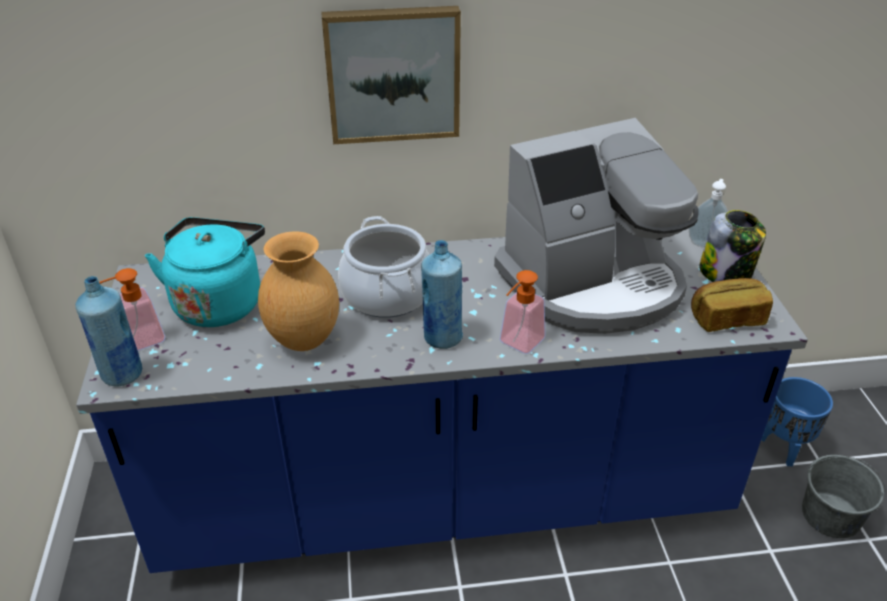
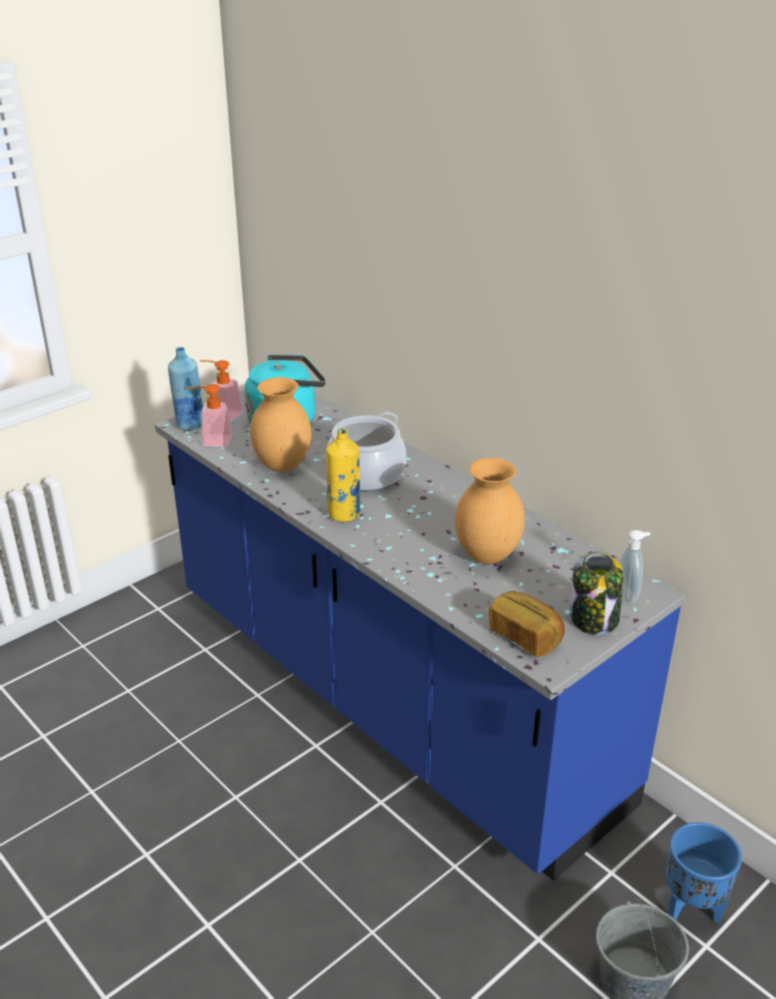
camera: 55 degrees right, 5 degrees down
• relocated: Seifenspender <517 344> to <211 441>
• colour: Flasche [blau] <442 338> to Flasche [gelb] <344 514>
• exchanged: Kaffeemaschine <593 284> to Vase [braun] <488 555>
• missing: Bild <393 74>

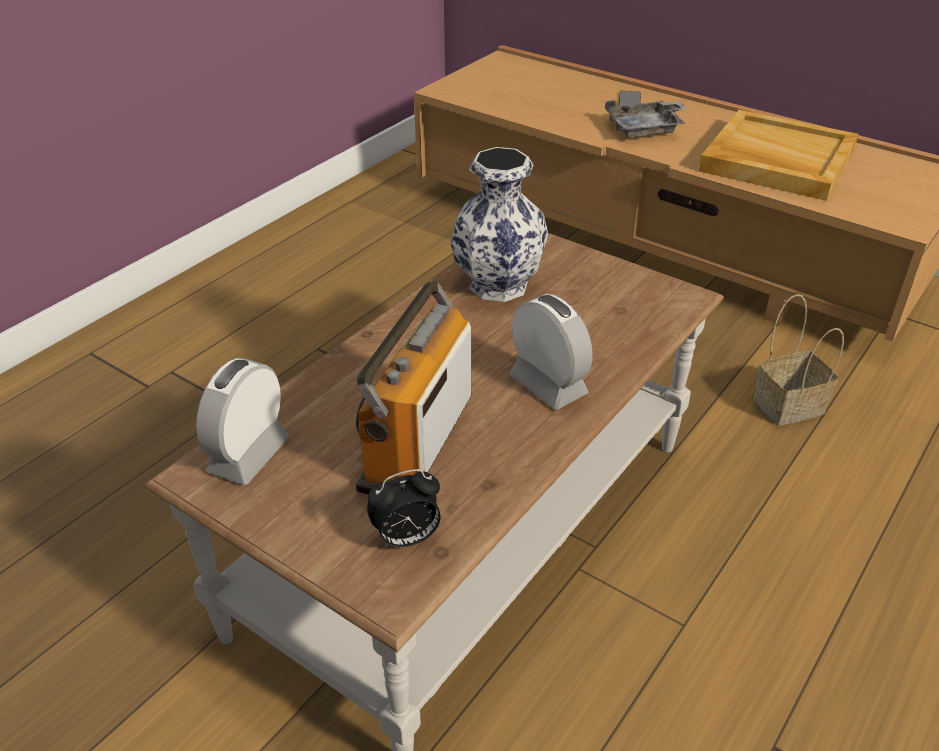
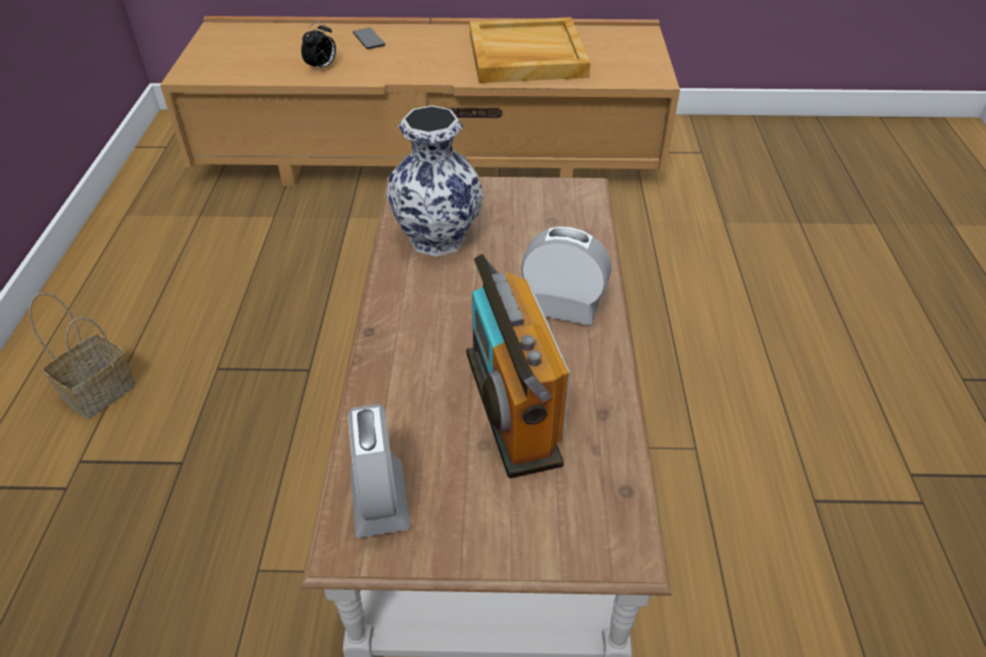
camera: 35 degrees left, 5 degrees up
• relocated: Korb <790 404> to <100 390>
• relocated: Wecker <406 539> to <322 67>
• missing: Tablett [grau] <645 129>

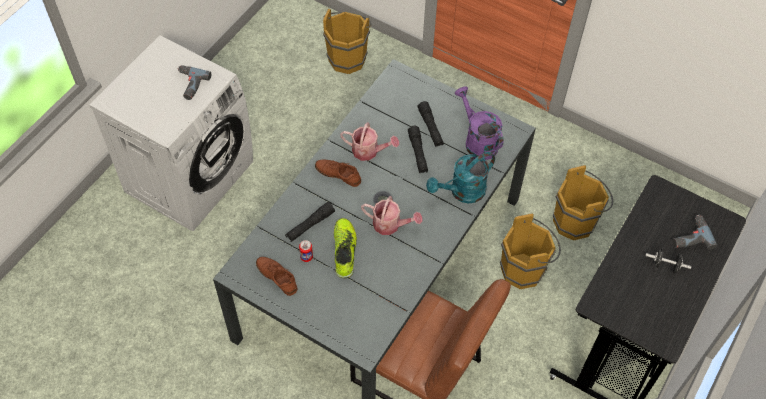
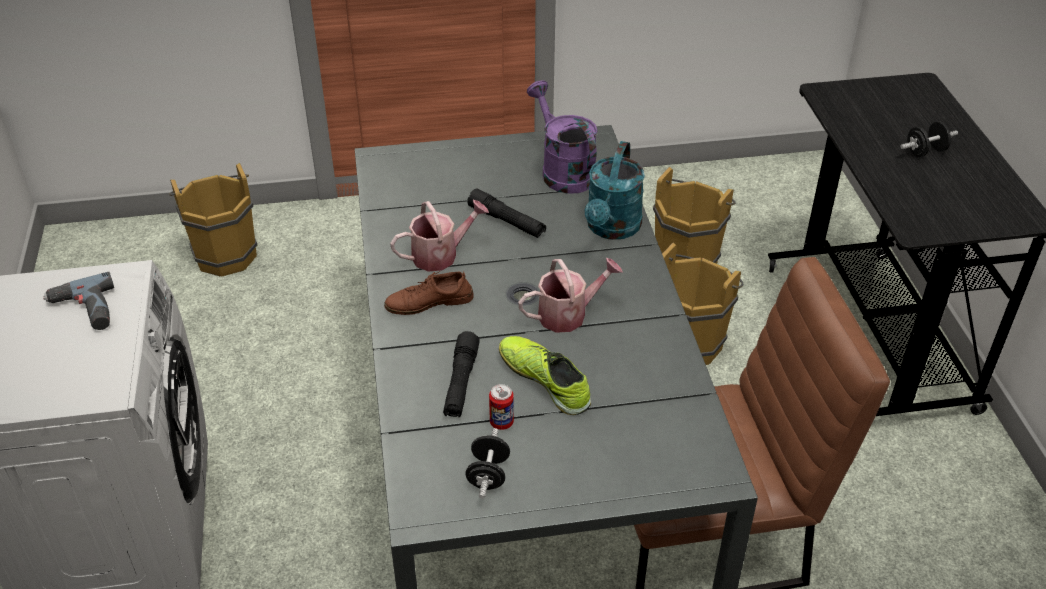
camera: 40 degrees left, 15 degrees down
• exchanged: Schuh [braun] <277 276> to Hantel [schwarz] <488 475>
• spun: Gießkanne [lila] <477 141> = <562 171> 45 degrees clockwise
• missing: Taschenlampe [schwarz] <430 128>
• missing: Bohrmaschine <689 236>

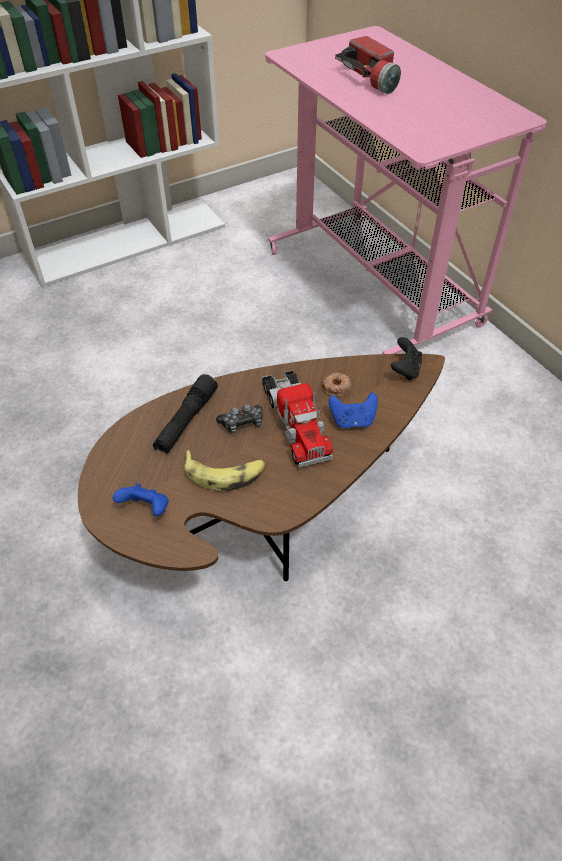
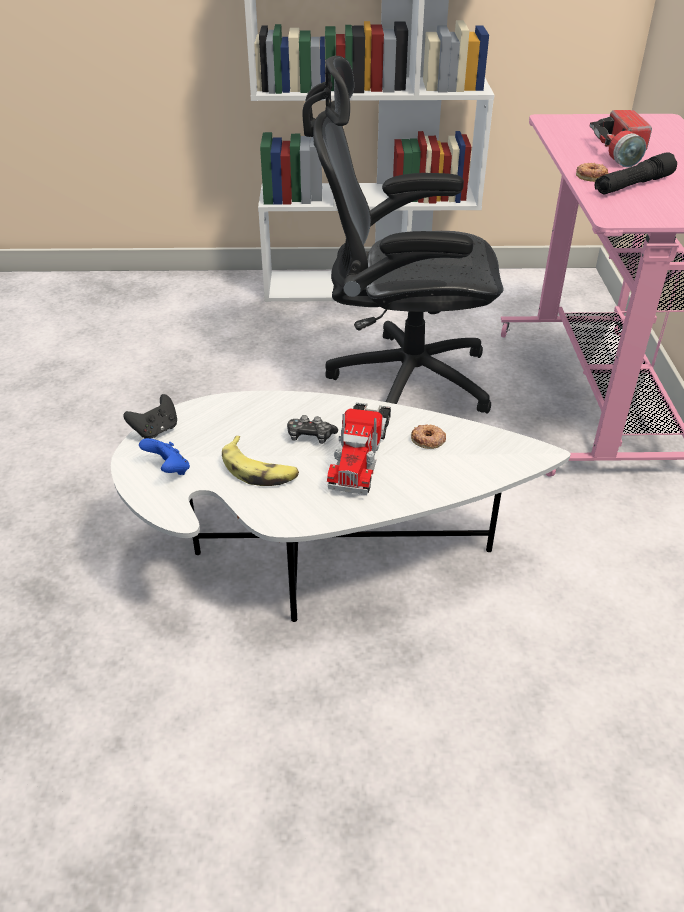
camera: 30 degrees right, 10 degrees down
• colour: Couchtisch [braun] <261 509> to Couchtisch [weiß] <318 550>
• relocated: Gamepad [schwarz] <405 370> to <156 431>
• appeared: Bürostuhl <401 381>
• appeared: Donut <591 176>
• relocated: Taschenlampe [schwarz] <186 421> to <633 185>
• missing: Gamepad [blau] <352 420>

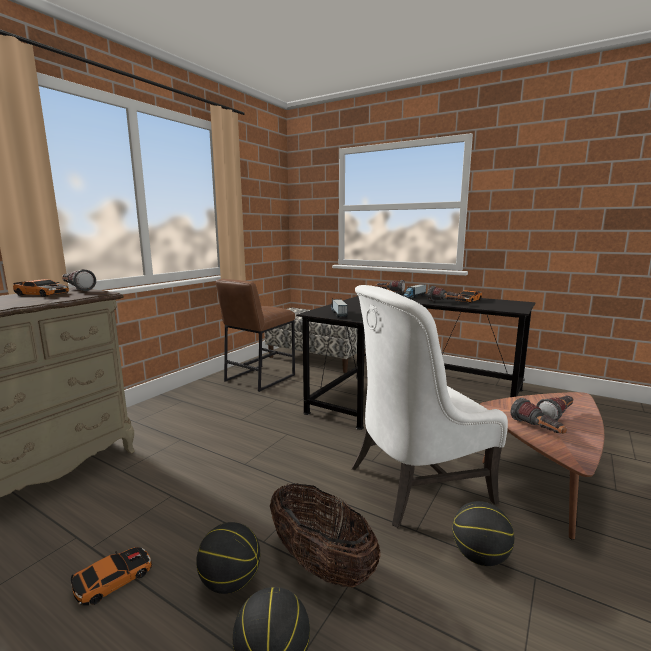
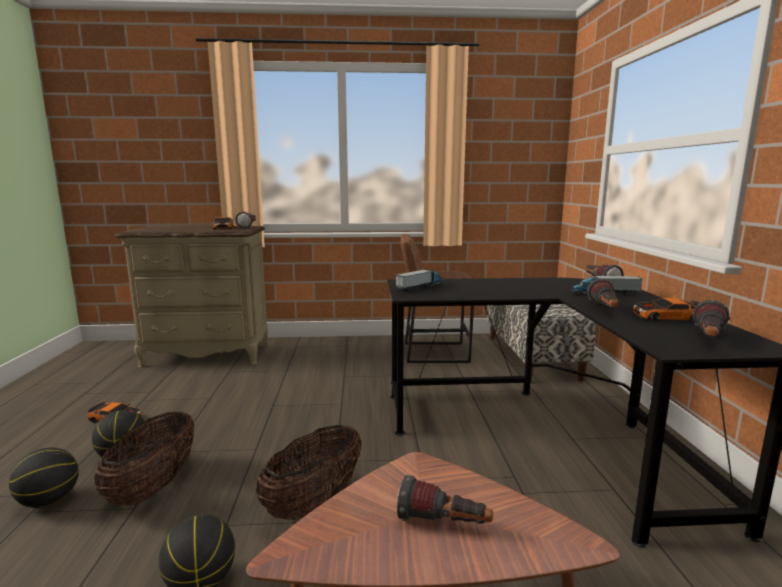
camera: 55 degrees right, 0 degrees up
• exchanged: Stuhl [weiß] <416 483> to Korb <314 502>
• relocated: Taschenlampe <538 430> to <708 338>

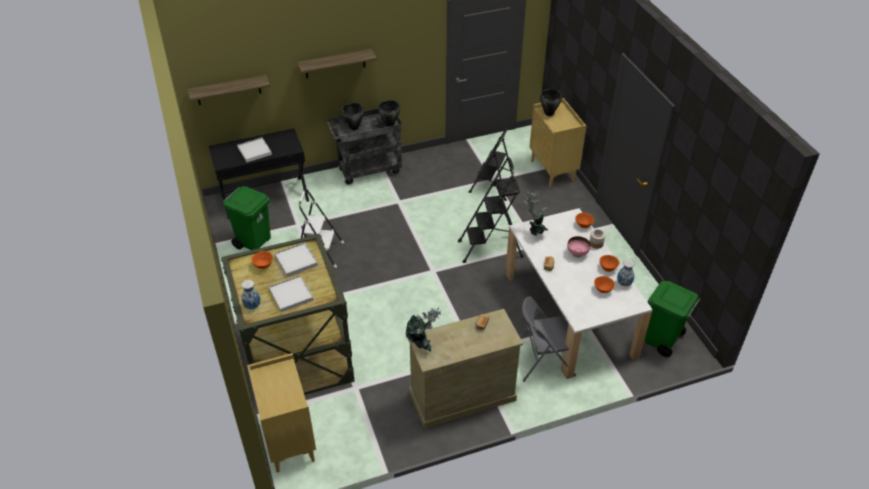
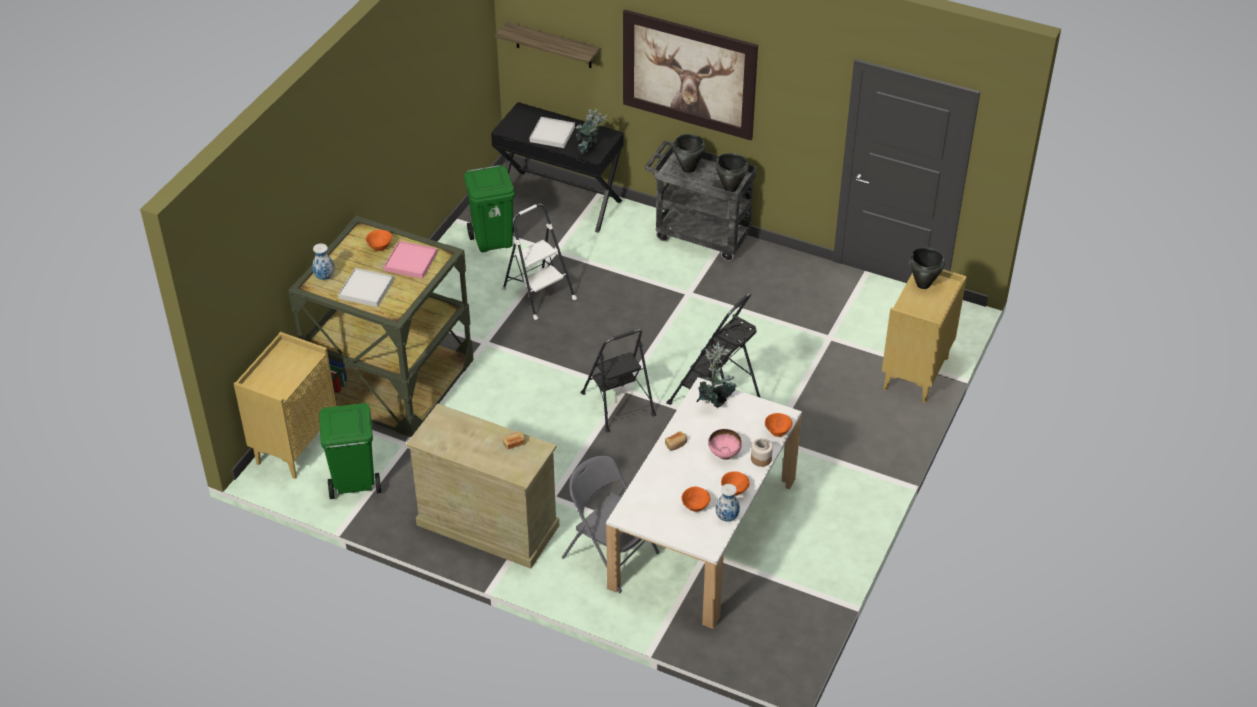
camera: 45 degrees right, 0 degrees up
• relocated: Mülleimer [grün] <662 340> to <354 483>
• colour: Tablett [weiß] <296 261> to Tablett [rosa] <411 262>
• relocated: Topfpflanze <422 343> to <589 150>
• relocated: Trittleiter [schwarz] <493 186> to <619 405>
• exchanged: Wandregal <335 63> to Bild <689 74>

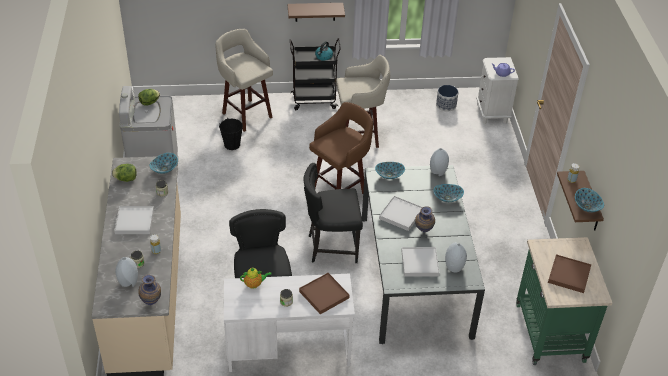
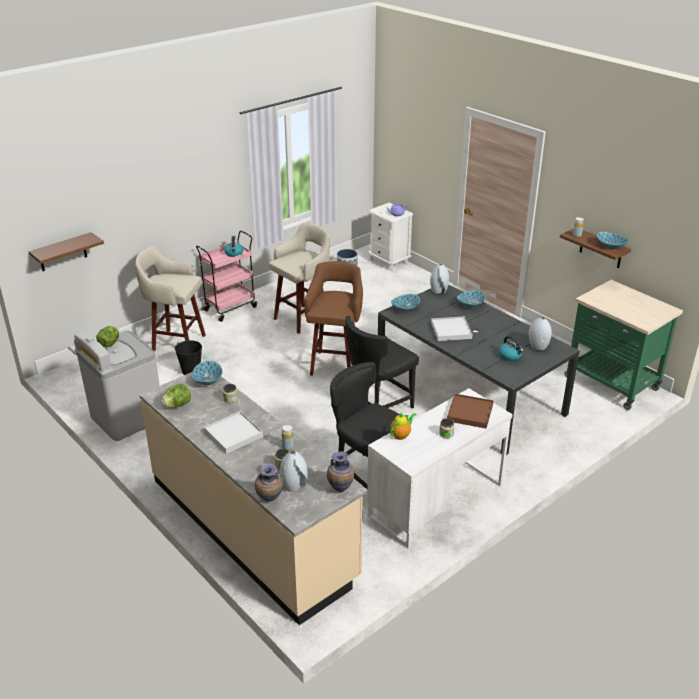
camera: 35 degrees left, 10 degrees down
• relocated: Wandregal [braun] <315 12> to <62 252>
• colour: Rollwagen [schwarz] <314 101> to Rollwagen [rosa] <230 308>
• relocated: Vase <423 231> to <269 501>
• exchanged: Tablett [weiß] <420 263> to Wasserkessel <510 356>
• missing: Tablett [braun] <569 275>

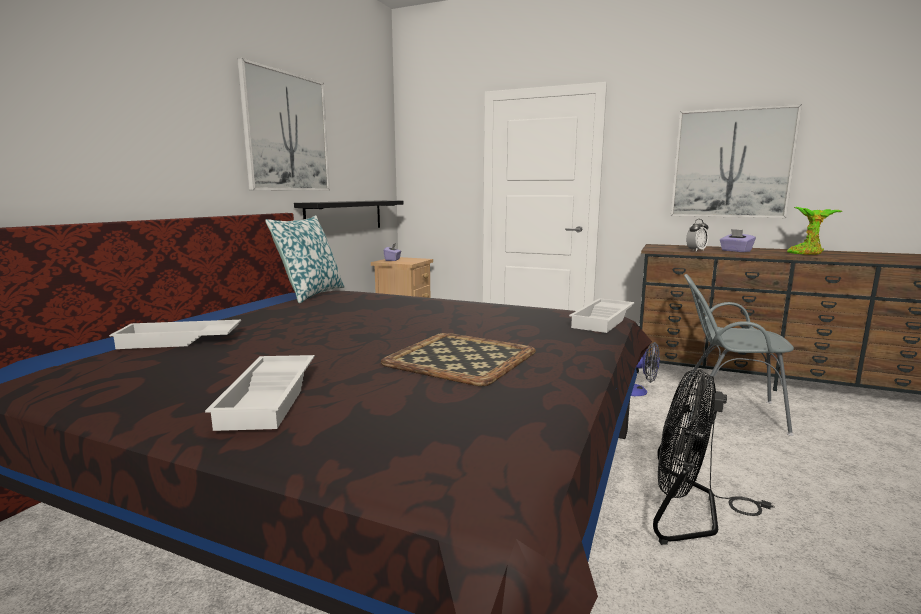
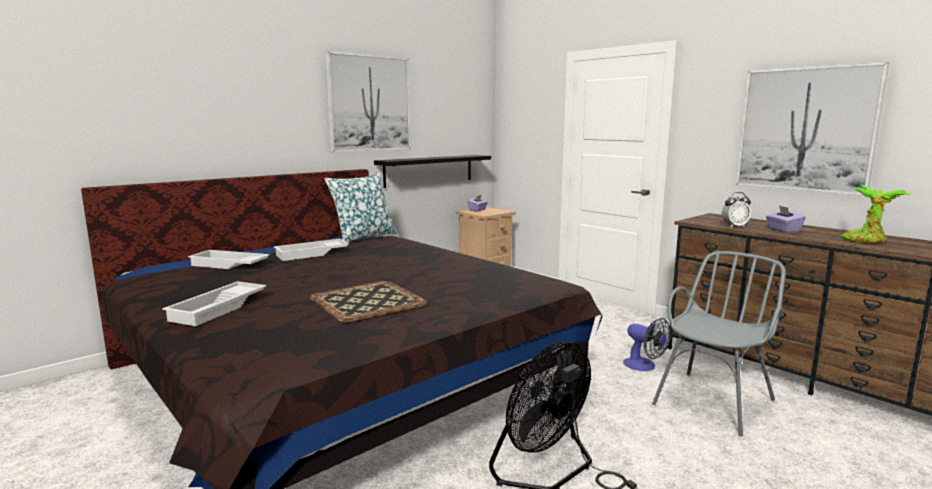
camera: 25 degrees right, 0 degrees up
• relocated: Tablett [weiß] <604 321> to <311 254>
• spun: Stuhl [grau] <724 411> = <714 401> 90 degrees clockwise

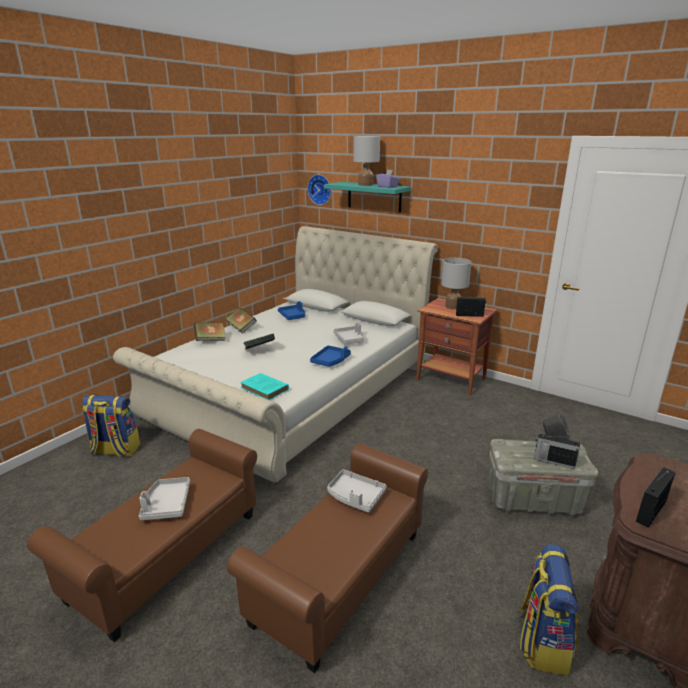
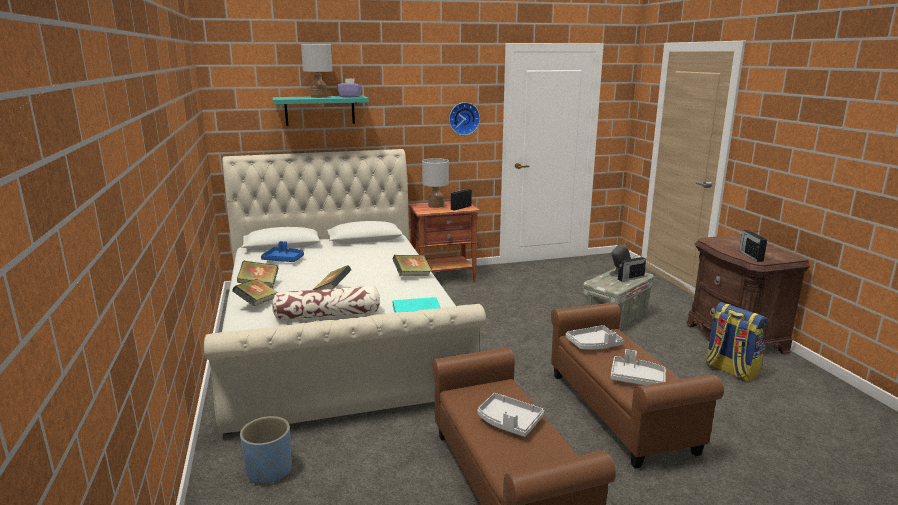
camera: 50 degrees left, 5 degrees down
• exchanged: Rucksack <115 450> to Pflanzkübel [blau] <269 471>
• appeared: Kissen <327 315>
• exchanged: Tablett [blau] <331 361> to Buch <412 275>
• relocated: Wanduhr <320 189> to <463 118>
• relocated: Tablett [grau] <350 339> to <637 378>

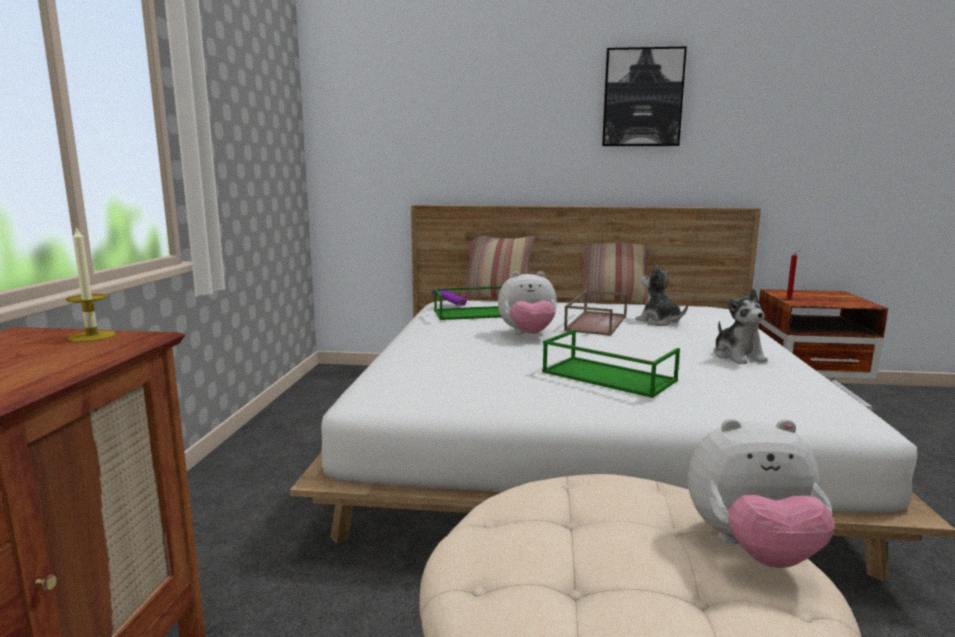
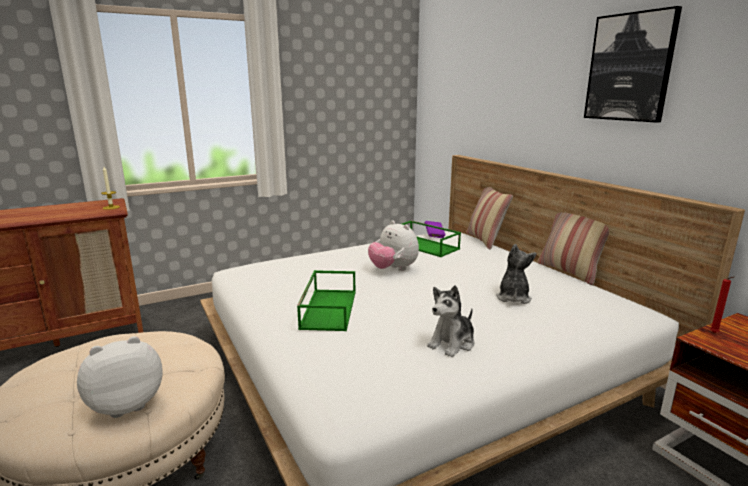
camera: 55 degrees right, 5 degrees up
• spun: Plüschtier <752 550> = <126 404> 90 degrees clockwise
• missing: Tablett [braun] <595 323>

